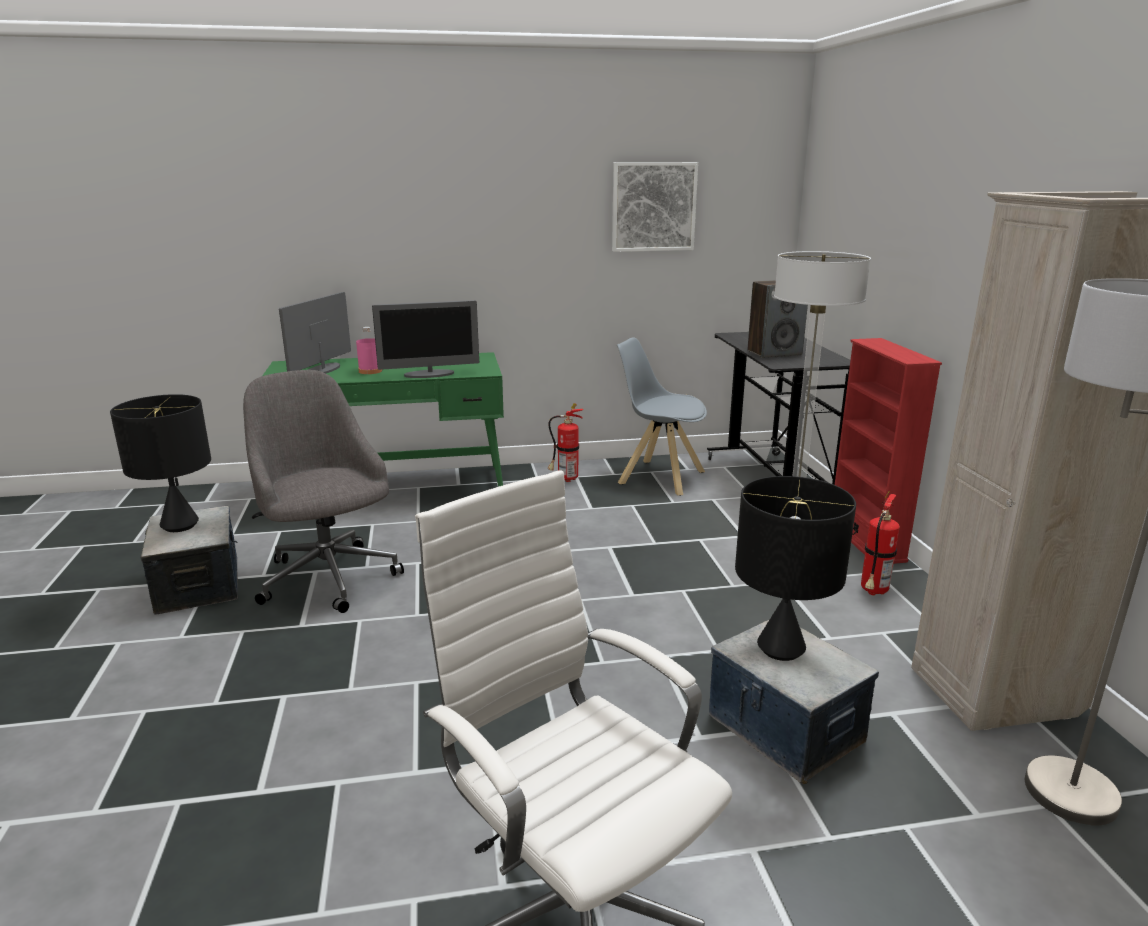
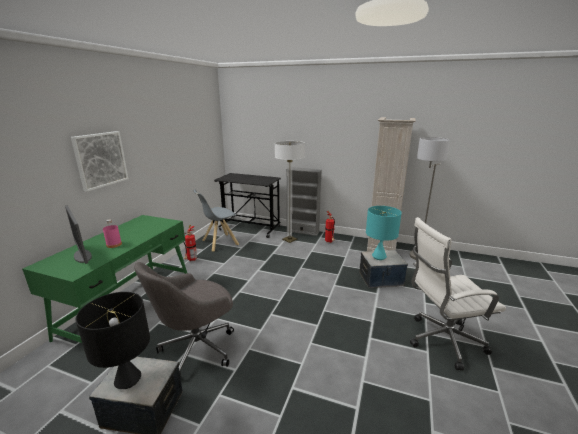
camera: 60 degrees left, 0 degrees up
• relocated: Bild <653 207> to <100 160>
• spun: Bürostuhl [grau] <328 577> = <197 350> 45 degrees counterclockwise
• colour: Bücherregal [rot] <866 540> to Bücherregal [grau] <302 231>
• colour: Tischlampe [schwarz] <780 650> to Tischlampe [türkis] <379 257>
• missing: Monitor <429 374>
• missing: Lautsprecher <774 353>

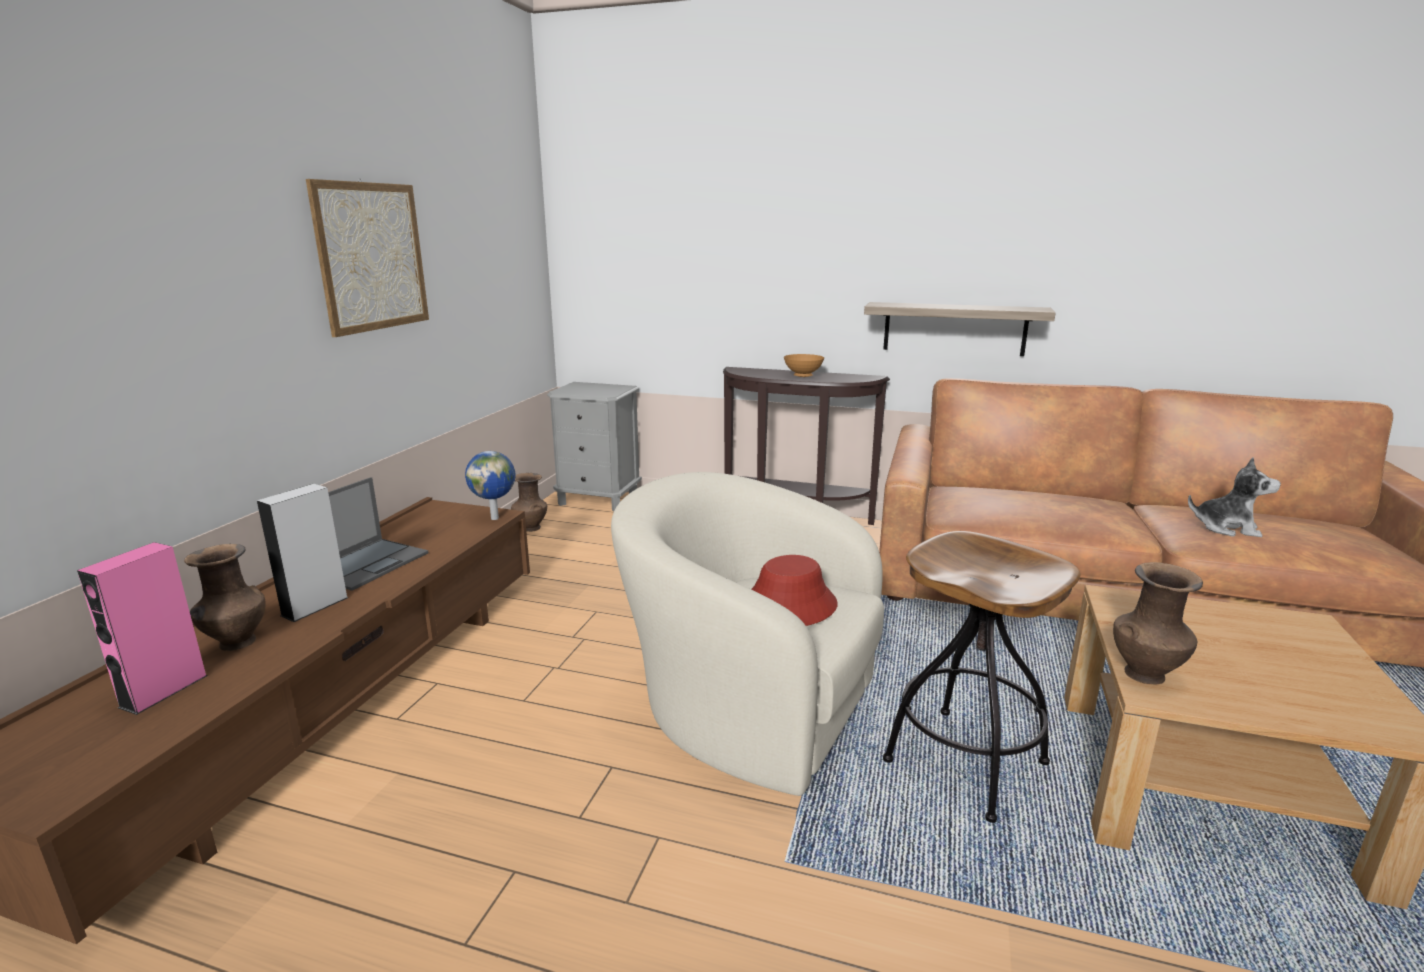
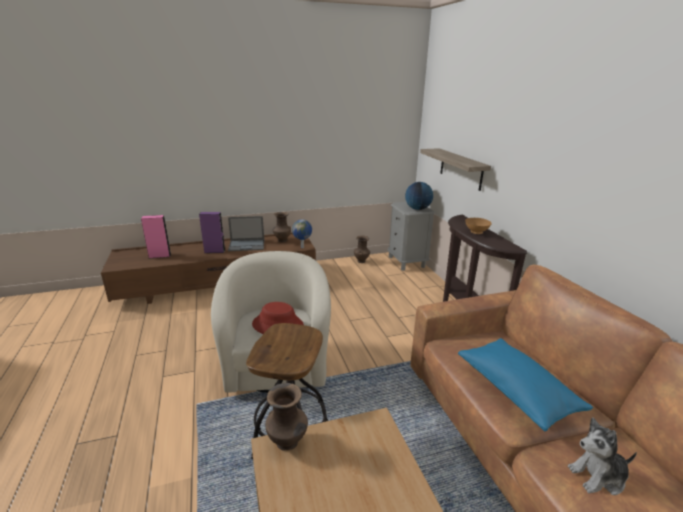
camera: 55 degrees right, 5 degrees up
• colour: Lautsprecher [grau] <315 606> to Lautsprecher [lila] <214 251>
• relocated: Vase [braun] <236 643> to <282 240>
• appeared: Globus <417 209>
• relocated: Wandregal <954 328> to <461 169>
• appeared: Kissen [blau] <516 391>
• spun: Plüschtier <1227 528> = <598 476> 90 degrees clockwise
• missing: Bild <371 255>

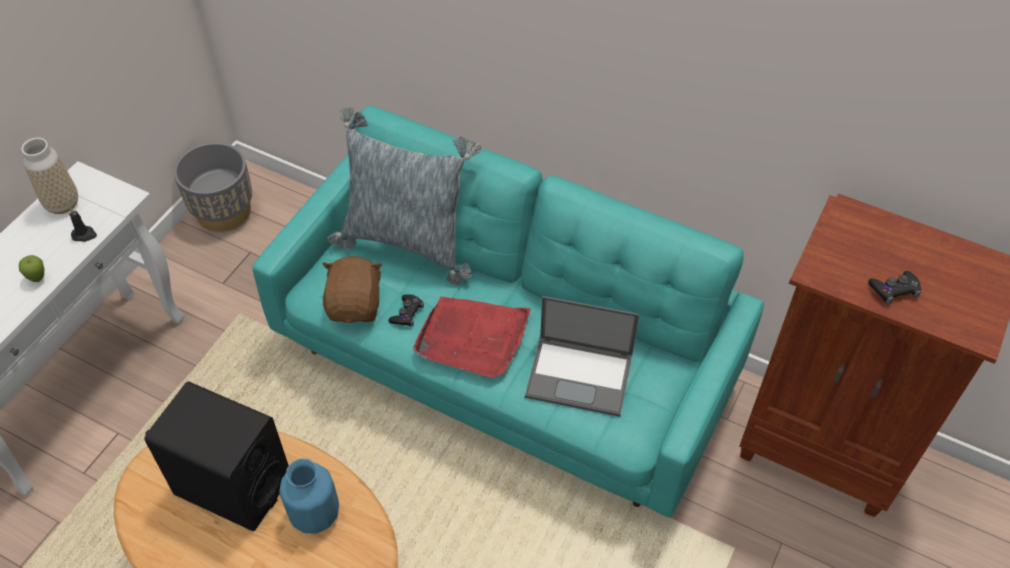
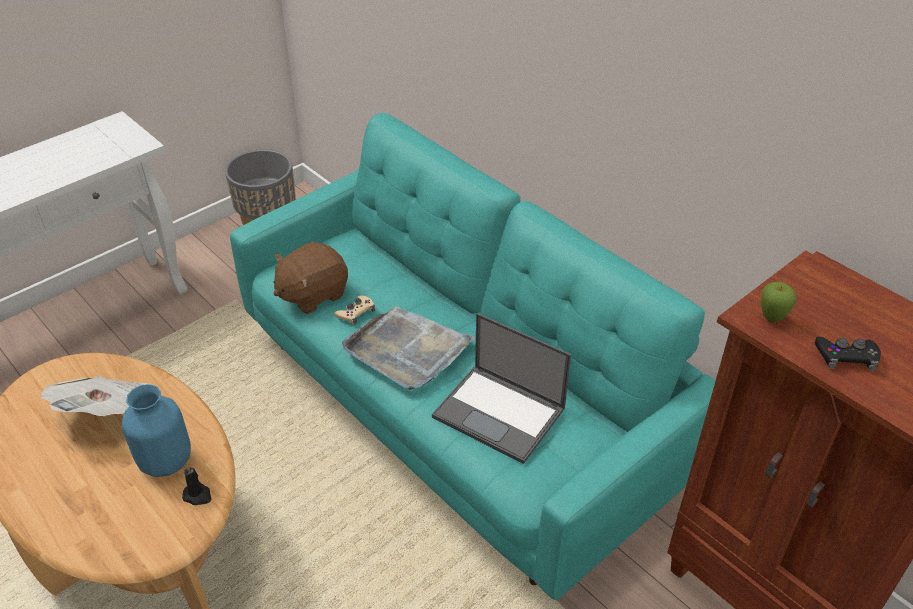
camera: 20 degrees right, 10 degrees down
• exchanged: Lautsprecher [schwarz] <232 485> to Zeitung <108 412>
• relocated: Kerze [schwarz] <84 235> to <198 495>
• spun: Plüschtier [braun] <355 305> = <312 294> 150 degrees counterclockwise
• colour: Gamepad [schwarz] <407 313> to Gamepad [beige] <356 313>
• colour: Tablett [rot] <472 338> to Tablett [grau] <407 350>
• relocated: Apfel <38 279> to <771 318>
• missing: Vase <62 204>
• missing: Kissen <409 247>

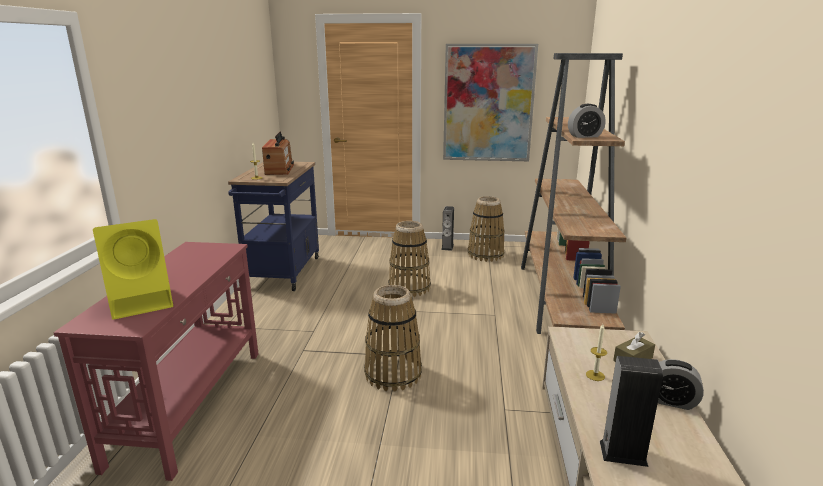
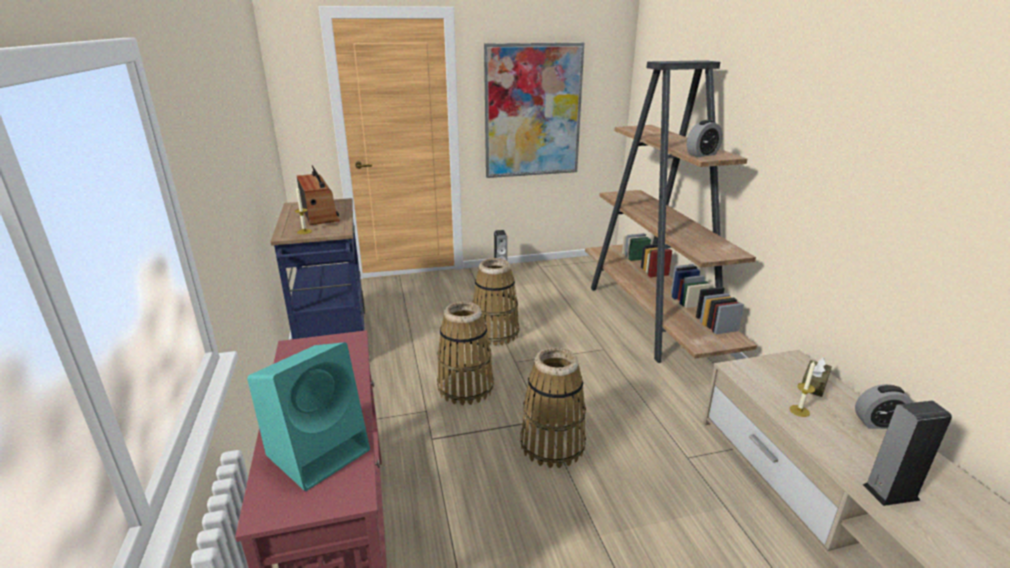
camera: 20 degrees left, 5 degrees up
• colour: Lautsprecher [gelb] <144 301> to Lautsprecher [türkis] <320 451>
• relocated: Korb <486 255> to <466 388>

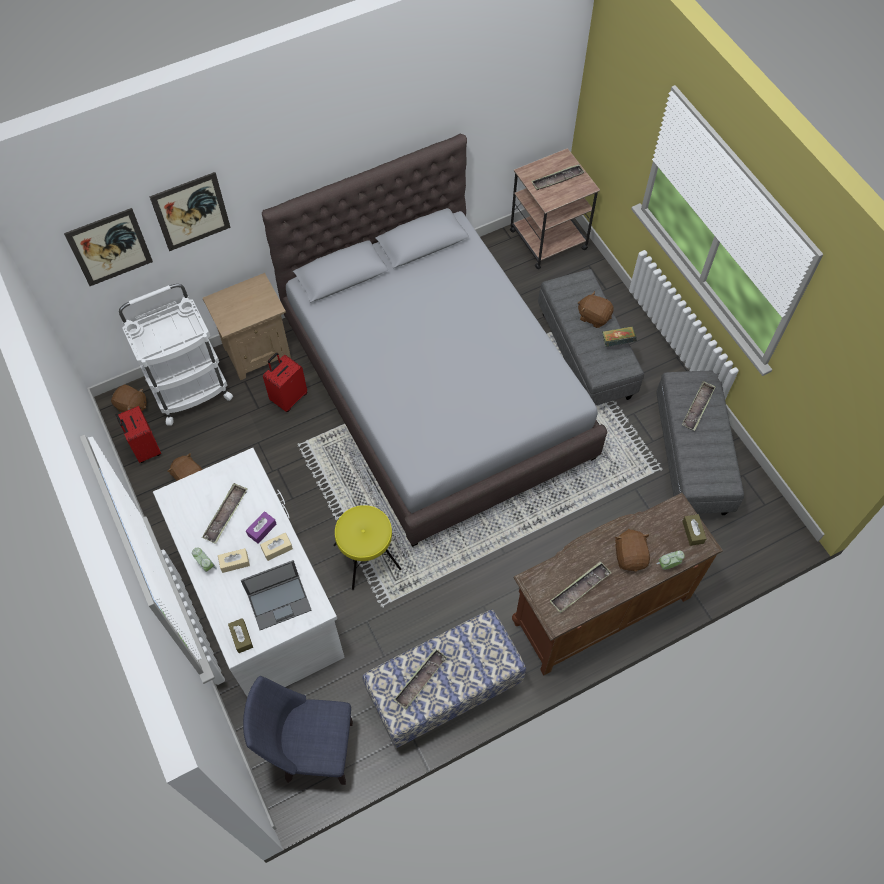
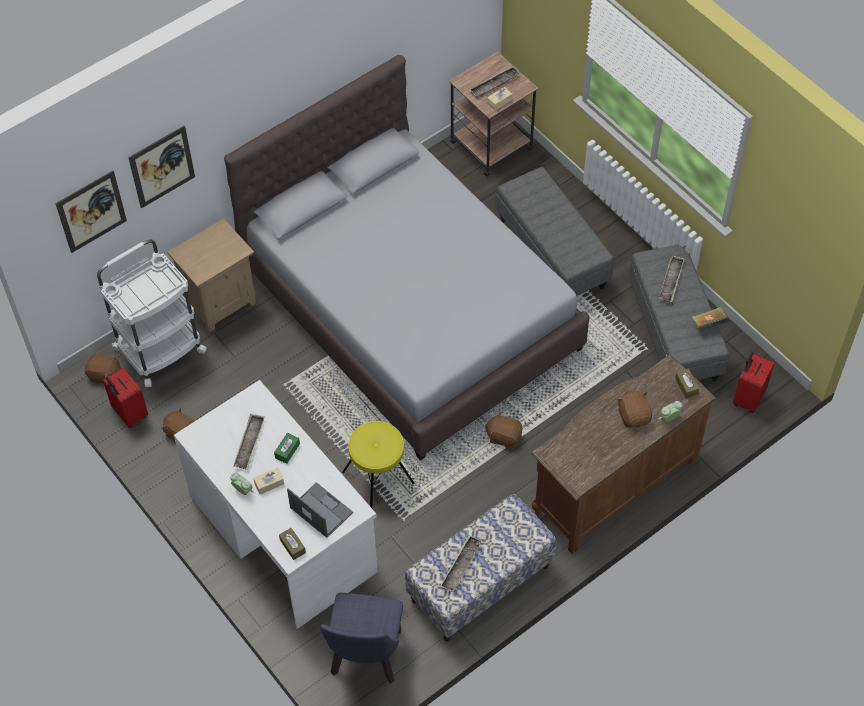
camera: 10 degrees left, 5 degrees down
• colour: Taschentuchbox [lila] <262 529> to Taschentuchbox [grün] <287 451>
• spun: Laptop <280 602> = <320 510> 105 degrees counterclockwise
• spun: Stuhl [blau] <312 750> = <366 659> 75 degrees counterclockwise
• relocated: Plüschtier [braun] <594 316> to <503 436>
• relocated: Taschentuchbox [beige] <277 549> to <499 102>
• relocated: Buch <617 342> to <708 325>
• relocated: Koffer [rot] <288 397> to <748 398>
• missing: Tablett <579 588>

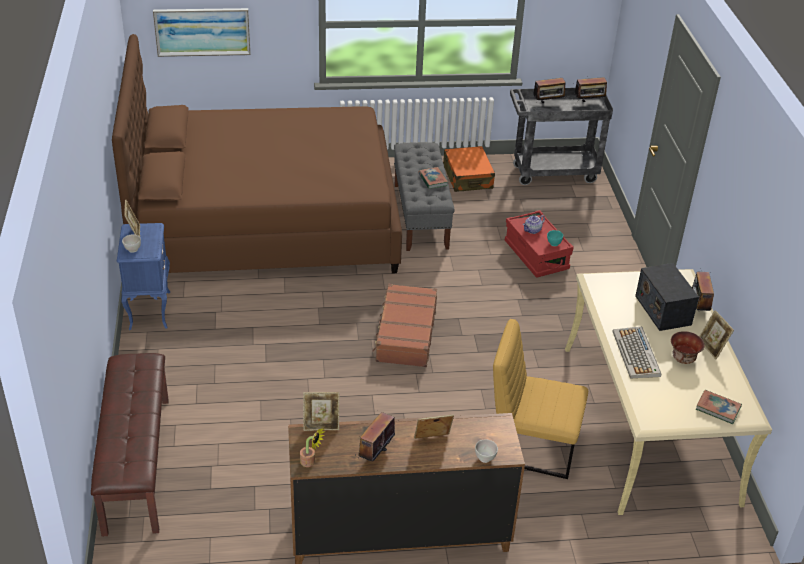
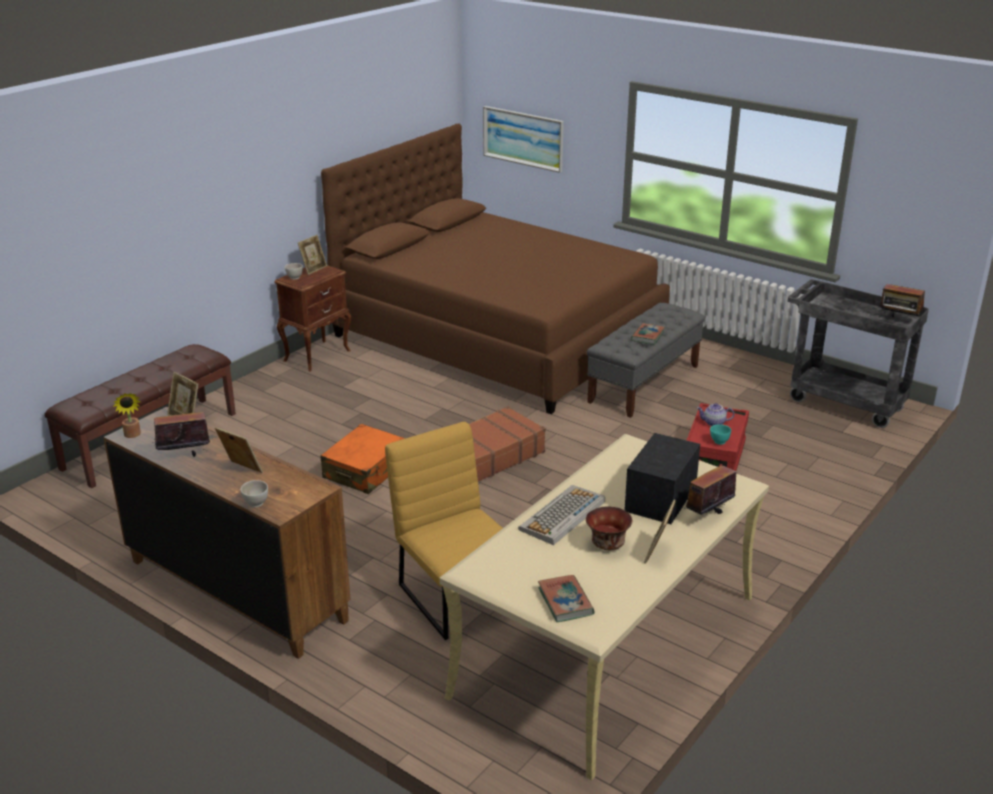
camera: 45 degrees right, 10 degrees down
• colour: Nachttisch [blau] <149 310> to Nachttisch [braun] <317 356>
• relocated: Koffer [orange] <467 177> to <366 470>
• missing: Radio <548 104>

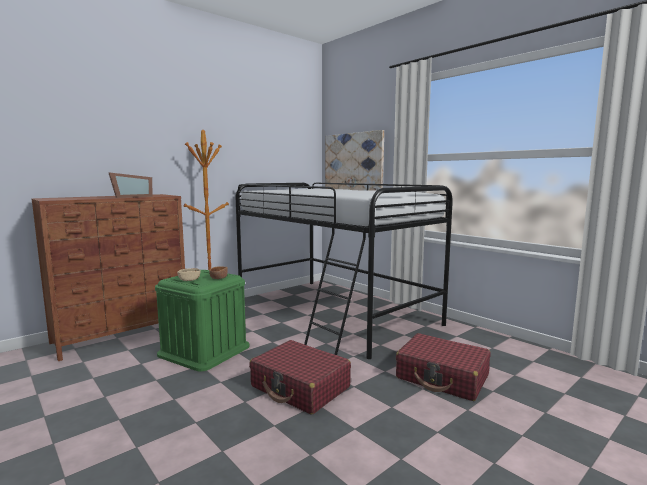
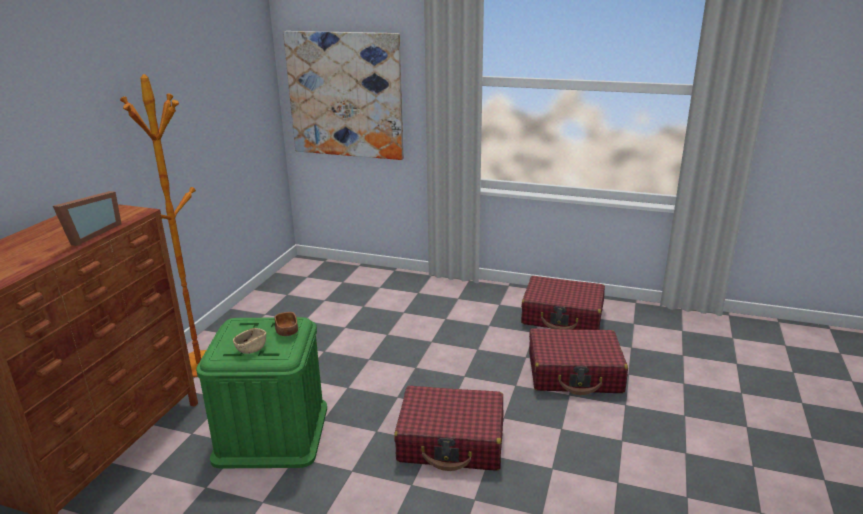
camera: 30 degrees left, 15 degrees up
• appeared: Koffer [rot] <562 316>
• missing: Bett [schwarz] <333 312>

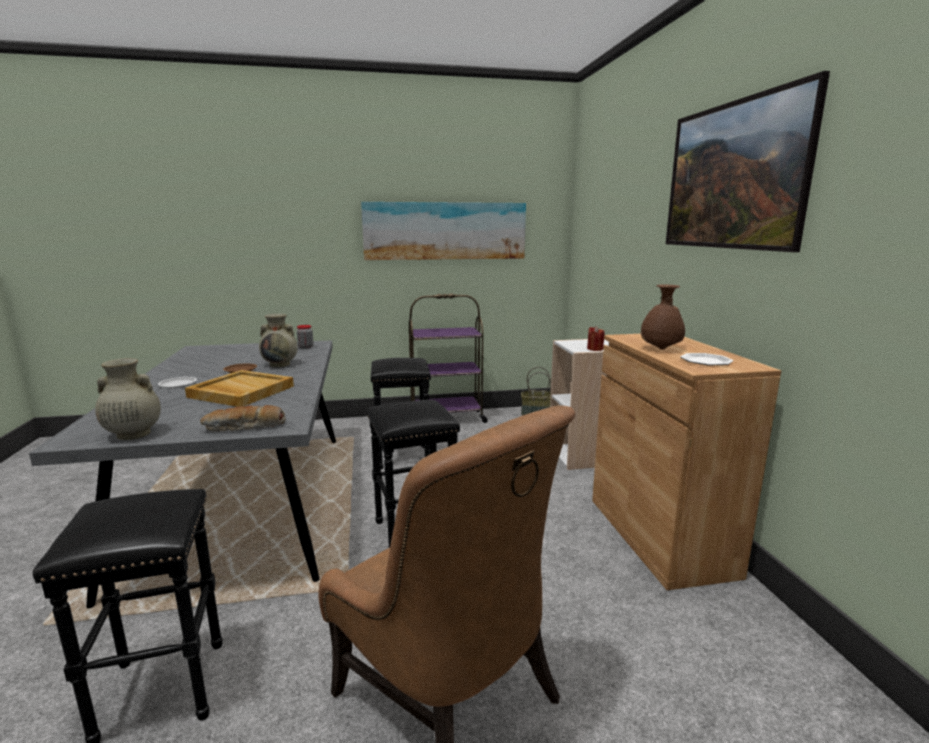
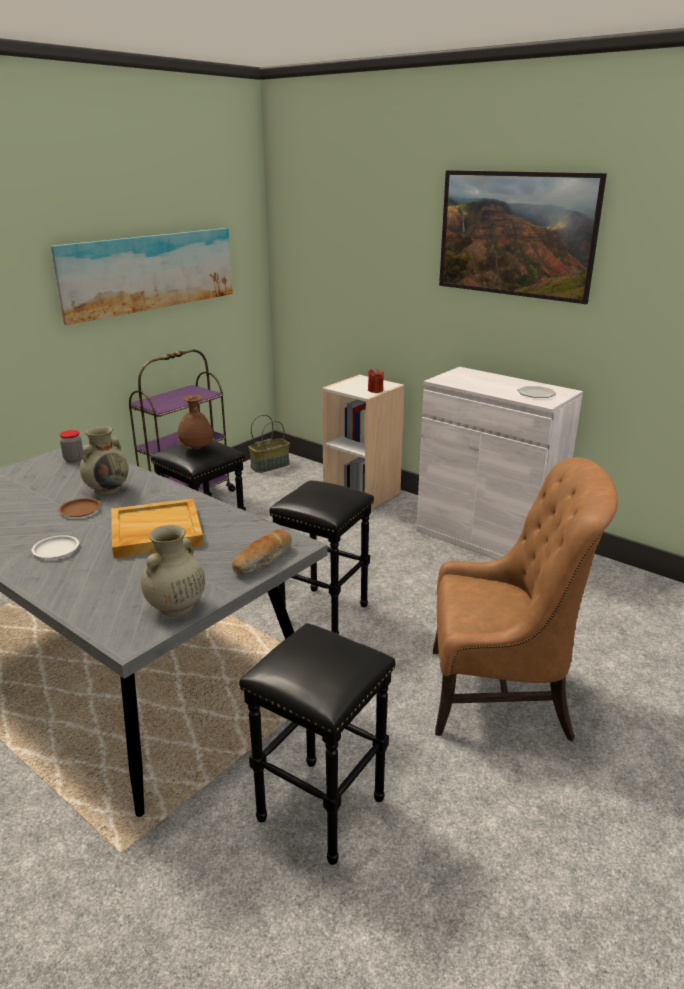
camera: 40 degrees left, 10 degrees up
• relocated: Vase [braun] <660 349> to <196 449>
• colour: Schrank [braun] <659 535> to Schrank [weiß] <486 538>

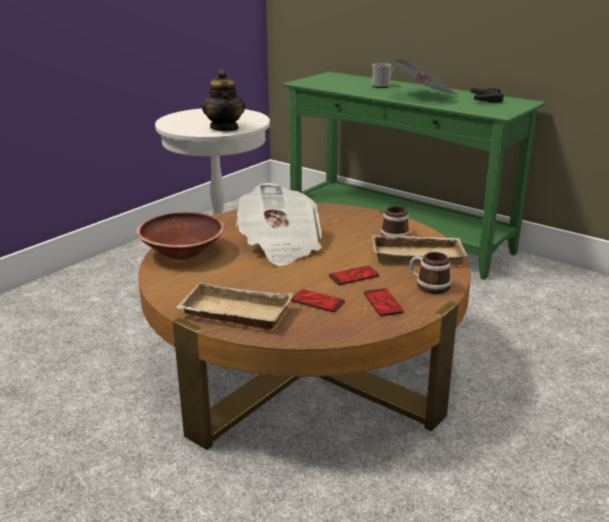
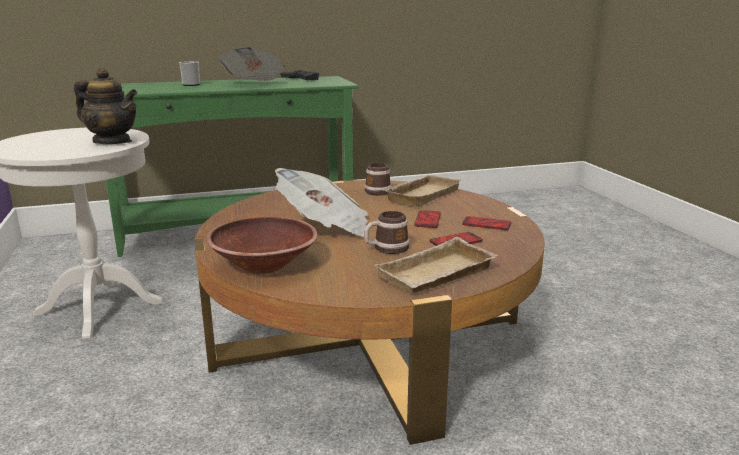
camera: 55 degrees left, 5 degrees down
• relocated: Henkelbecher <428 285> to <386 248>

